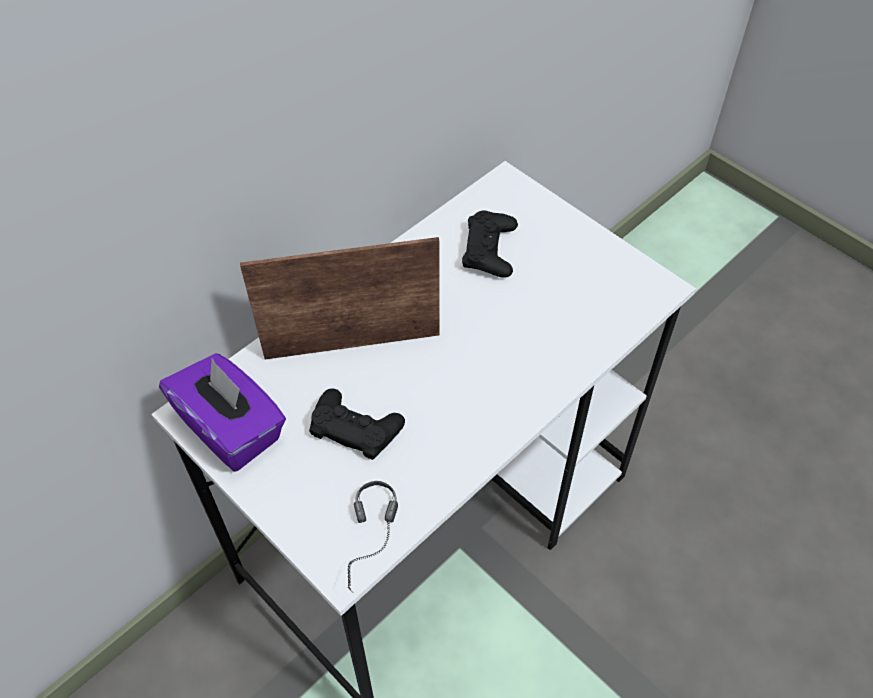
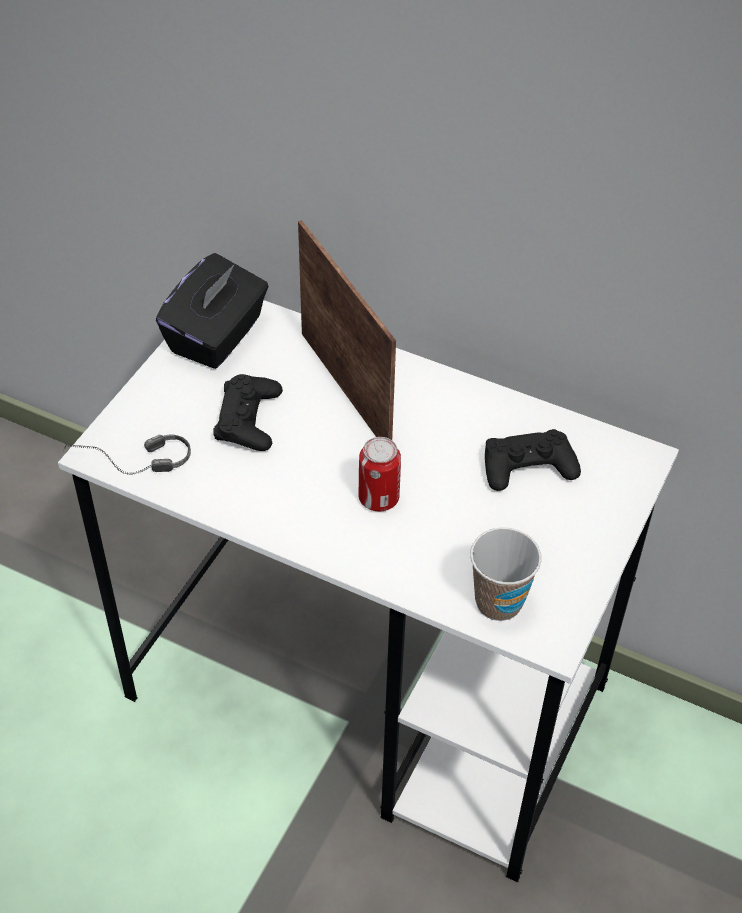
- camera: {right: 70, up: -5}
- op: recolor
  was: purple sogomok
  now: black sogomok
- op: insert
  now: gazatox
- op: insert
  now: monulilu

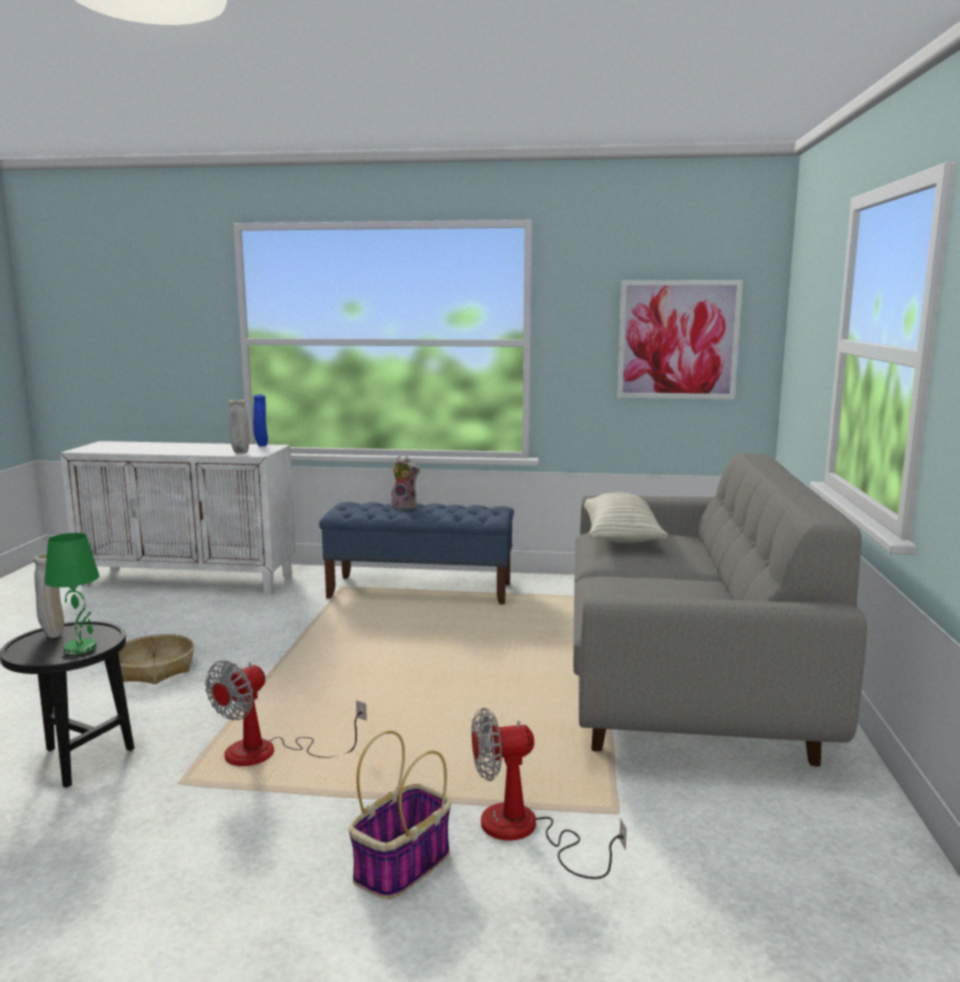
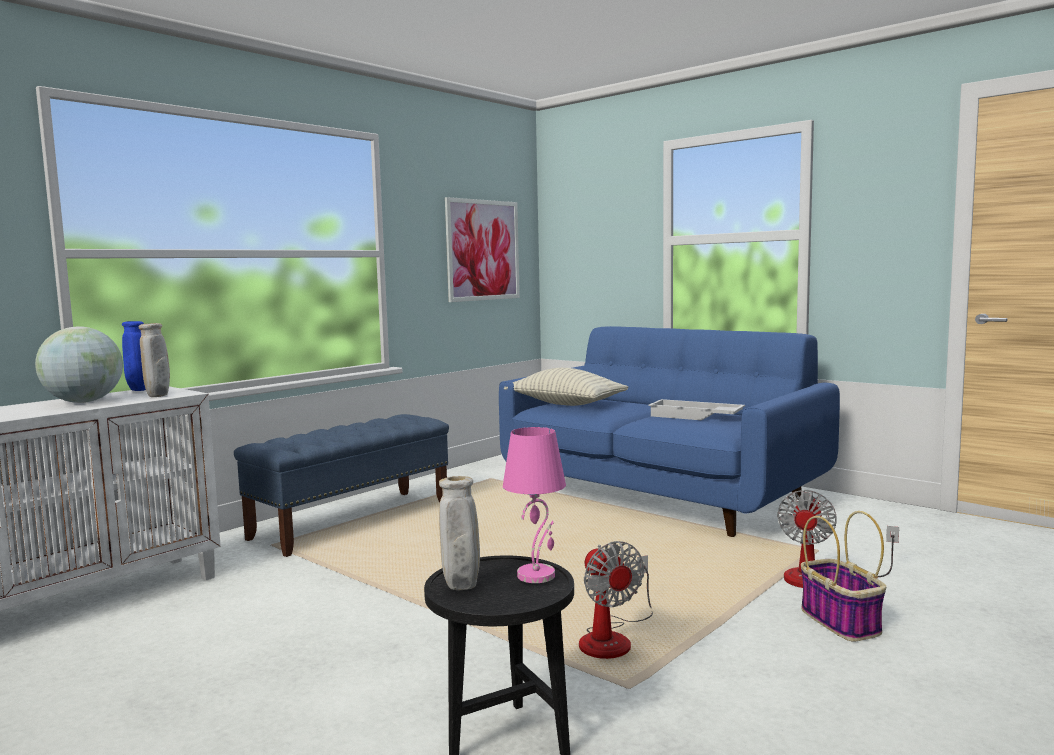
- camera: {right: -55, up: -5}
- op: insert
  now: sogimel
- op: recolor
  was: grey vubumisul
  now: blue vubumisul
- op: recolor
  was: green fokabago
  now: pink fokabago
- op: insert
  now: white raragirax
- op: delete
  was: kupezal (1st from left)
- op: delete
  was: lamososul

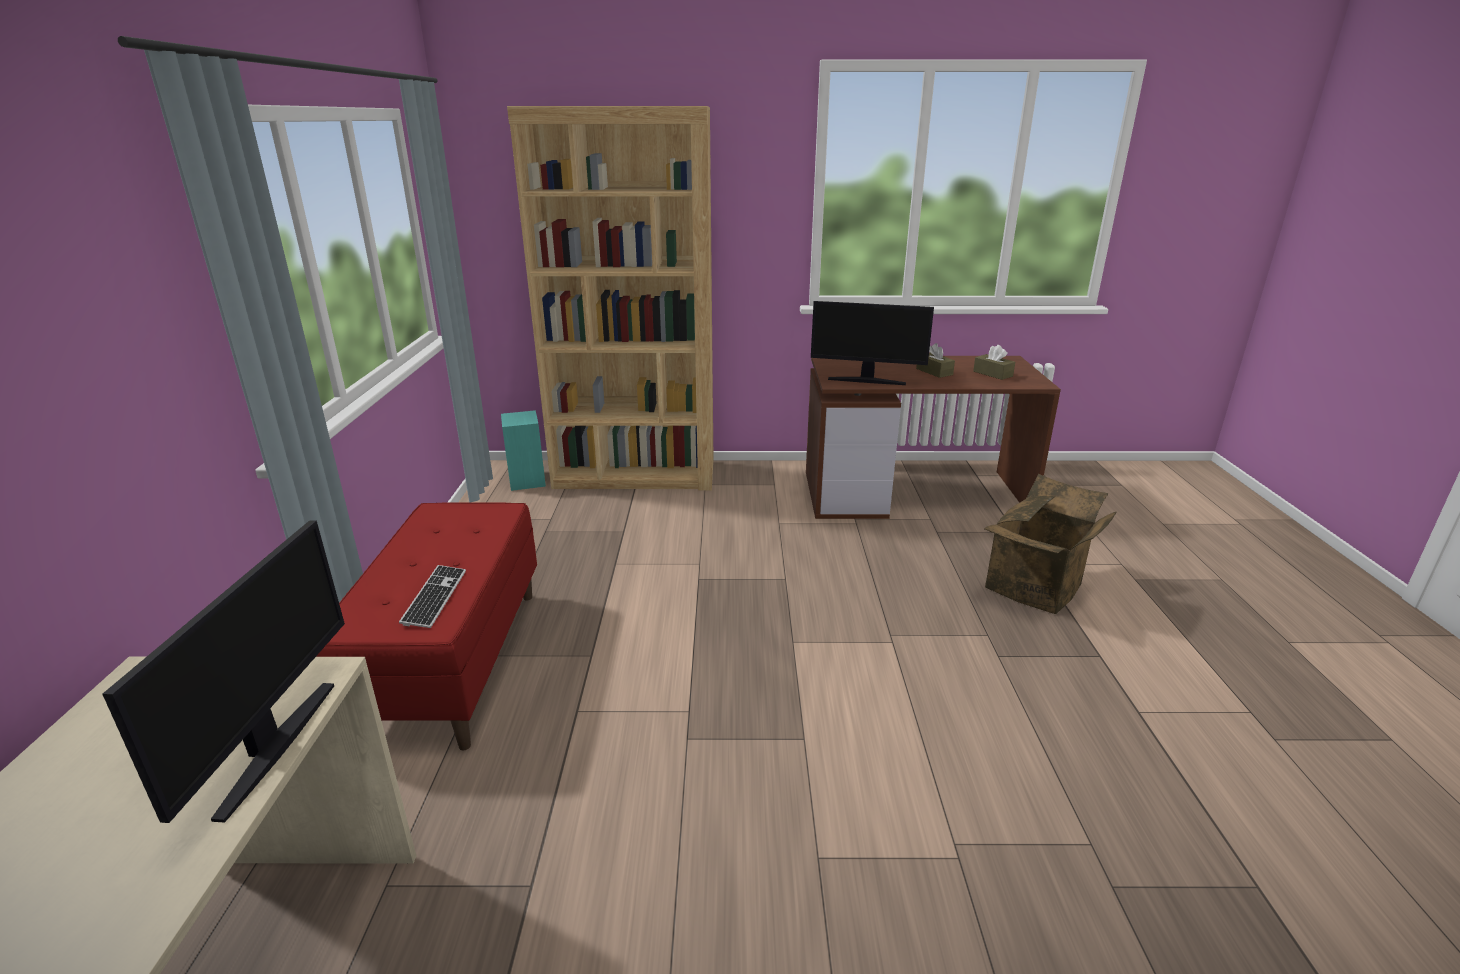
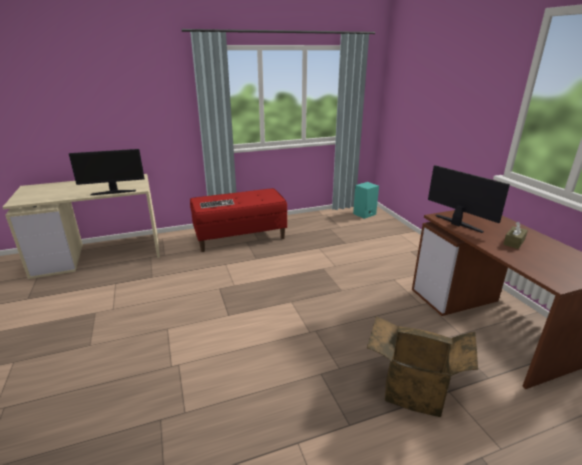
- camera: {right: 70, up: 0}
- op: rotate
  was: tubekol (2nd from left)
  clockwise: 150
- op: delete
  was: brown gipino
- op: delete
  was: brown sogomok (2nd from left)

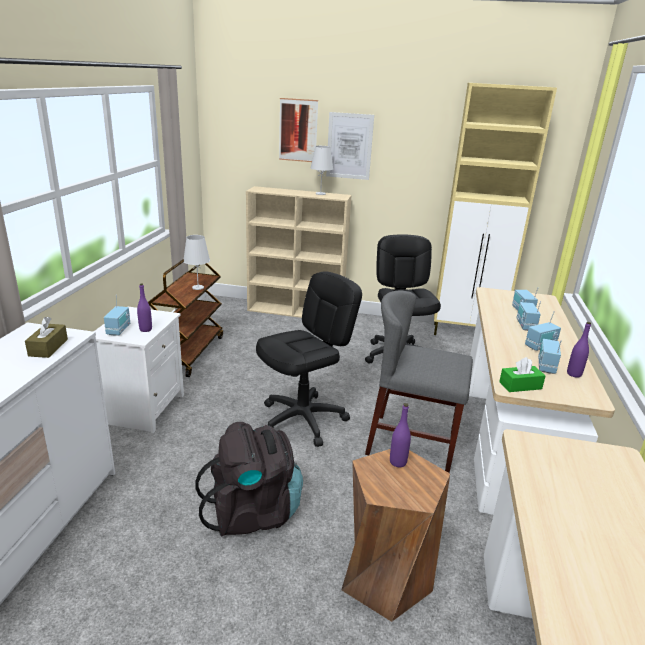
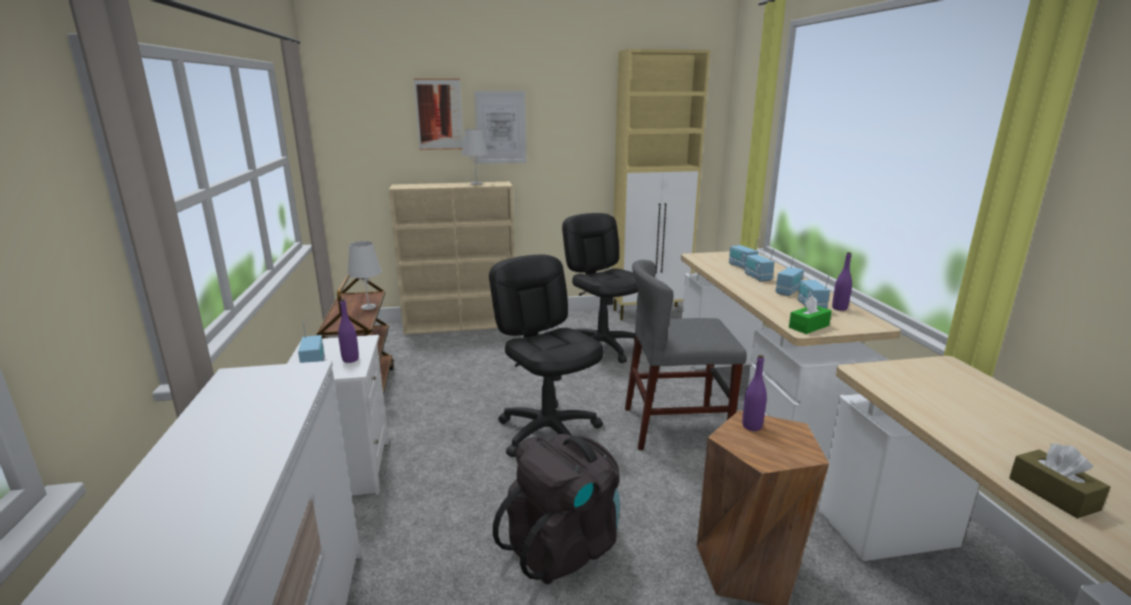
- camera: {right: -20, up: -5}
- op: rotate
  was: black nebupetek (1st from left)
  clockwise: -60
- op: move
  was: brown sogomok

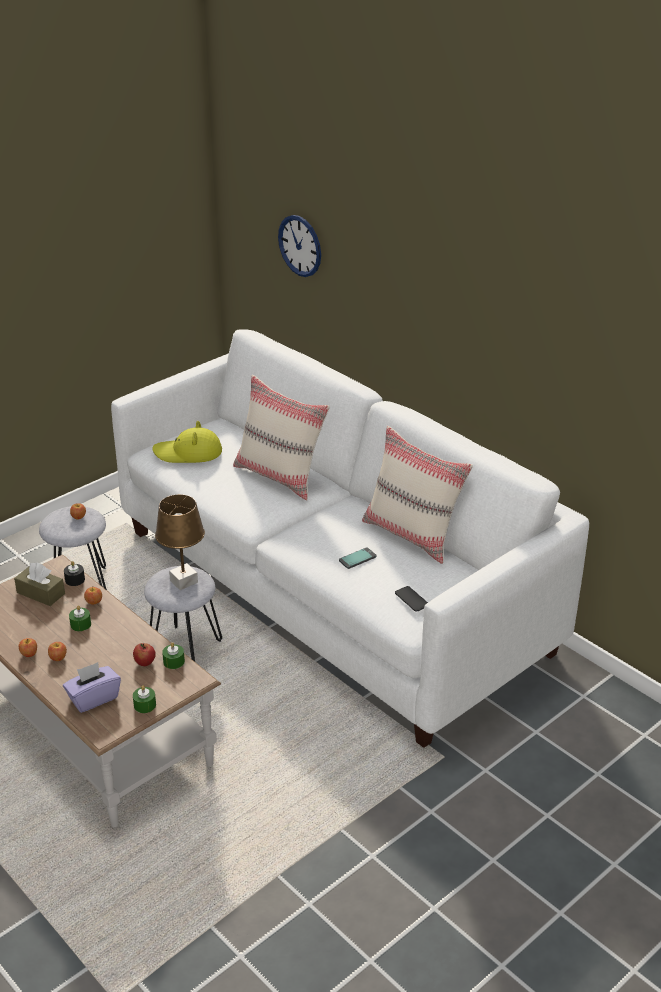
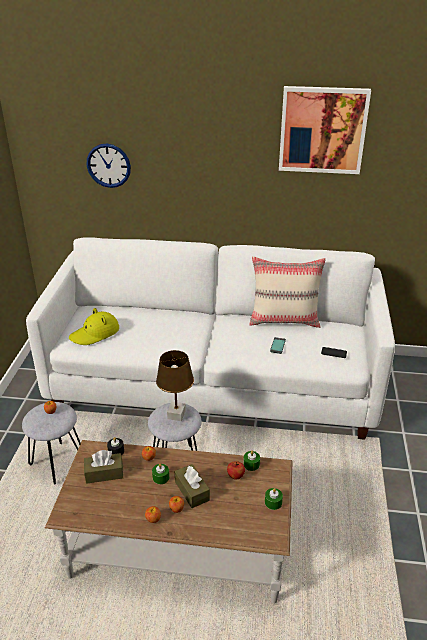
- camera: {right: -40, up: 0}
- op: insert
  now: brown sogomok (2nd from left)
- op: insert
  now: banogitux
- op: delete
  was: purple sogomok
- op: delete
  was: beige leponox (1st from left)

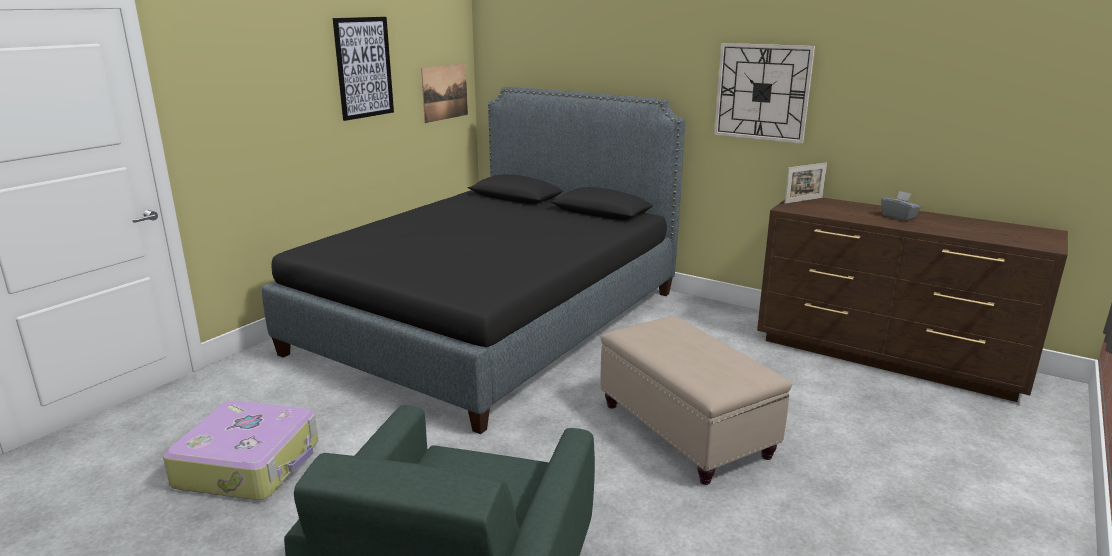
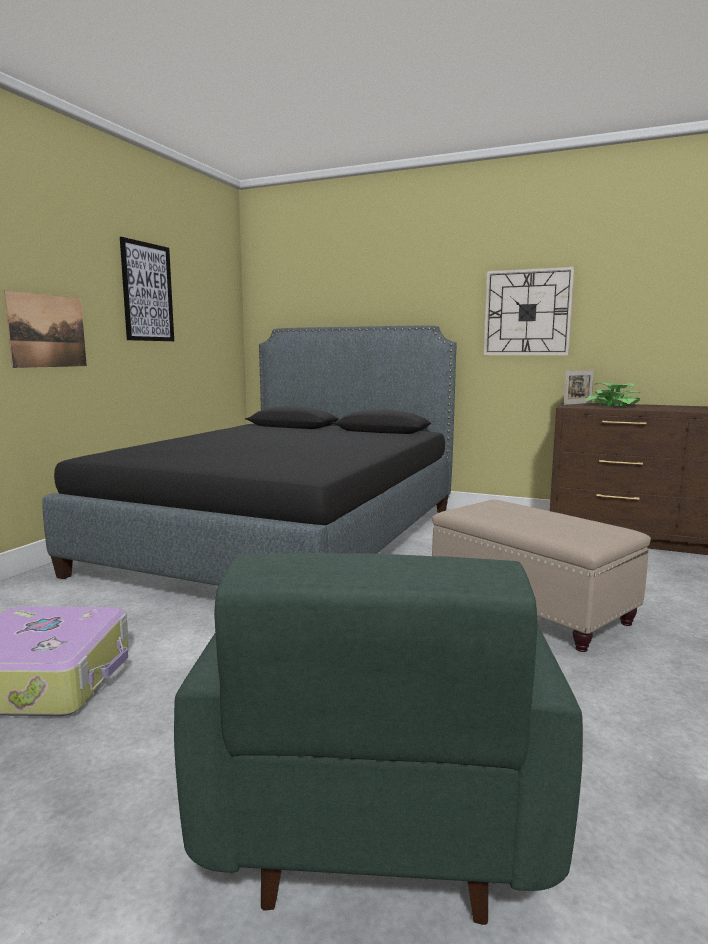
- camera: {right: -10, up: -10}
- op: move
  was: banogitux (2nd from left in the first image)
  now: banogitux (1st from left)
- op: insert
  now: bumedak
- op: delete
  was: grey sogomok

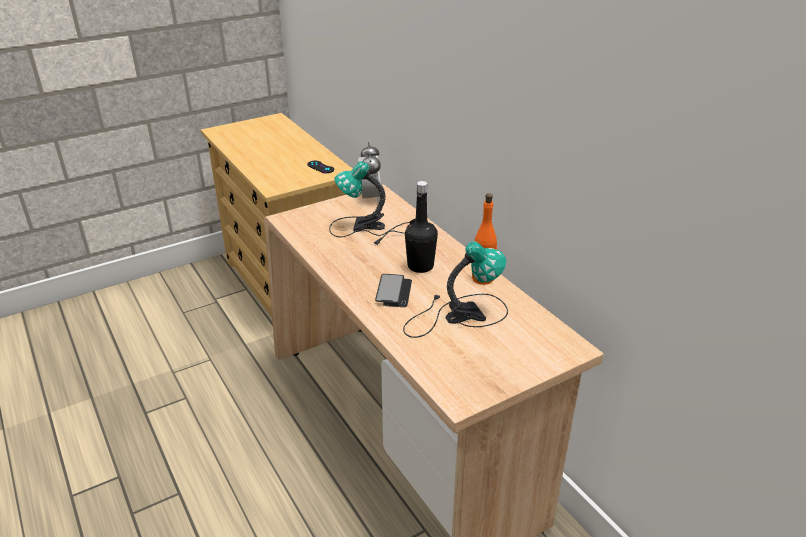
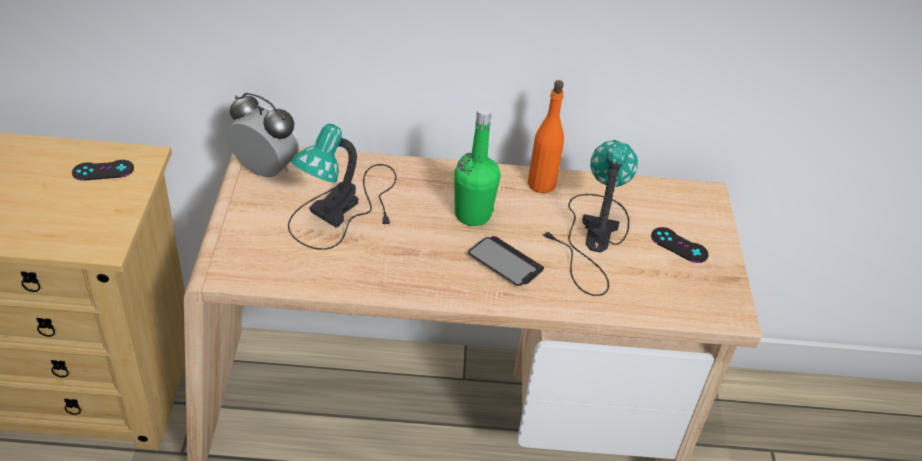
- camera: {right: -60, up: 10}
- op: recolor
  was: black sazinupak
  now: green sazinupak
- op: insert
  now: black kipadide (2nd from left)

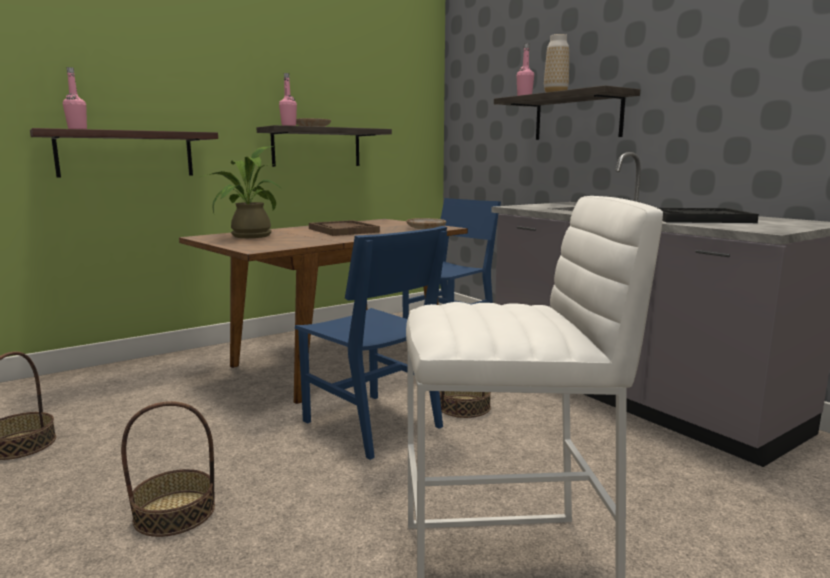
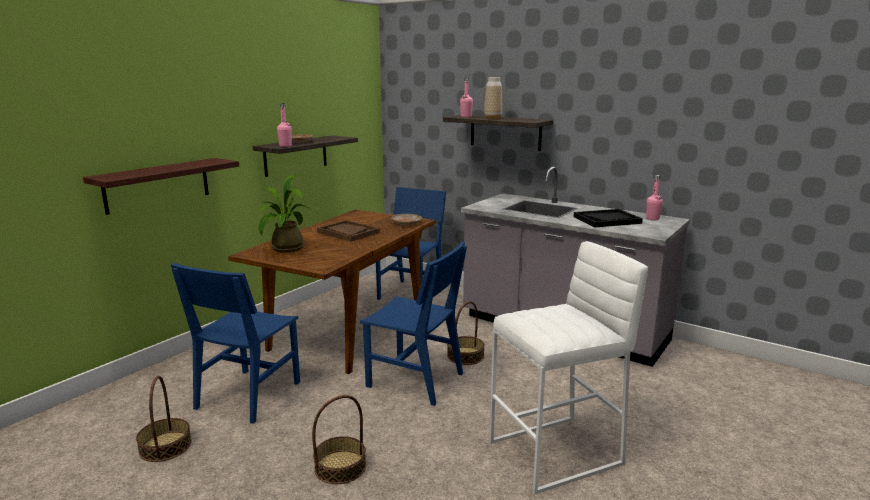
- camera: {right: -20, up: 5}
- op: insert
  now: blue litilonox (1st from left)
- op: move
  was: pink sazinupak (1st from left in the first image)
  now: pink sazinupak (3rd from left)

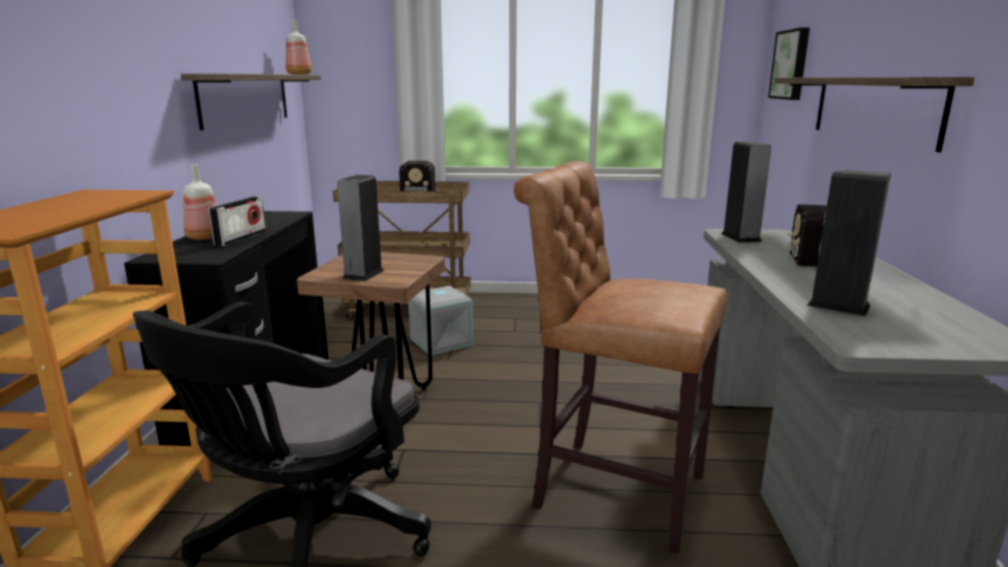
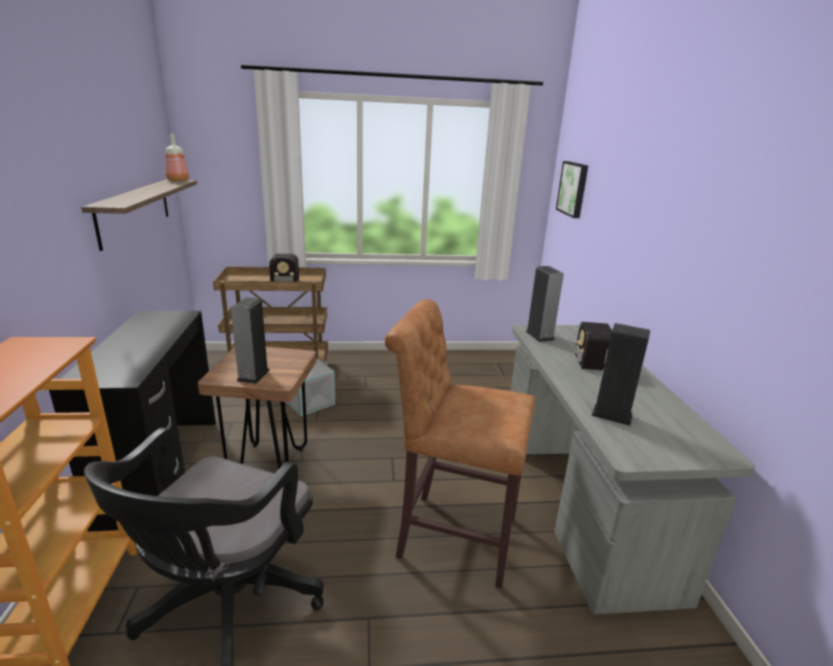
- camera: {right: -10, up: 5}
- op: delete
  was: sazinupak (1st from left)
- op: delete
  was: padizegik (1st from left)
- op: delete
  was: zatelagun (2nd from left)

